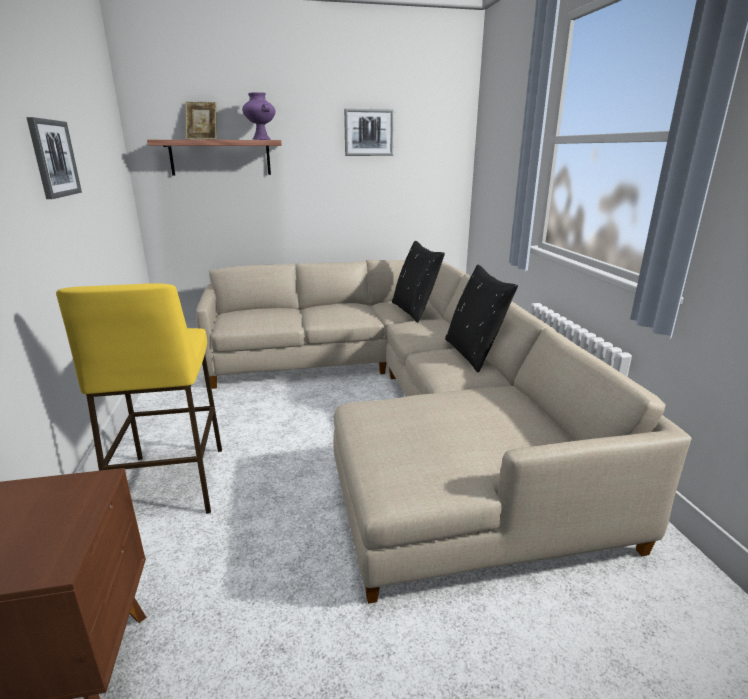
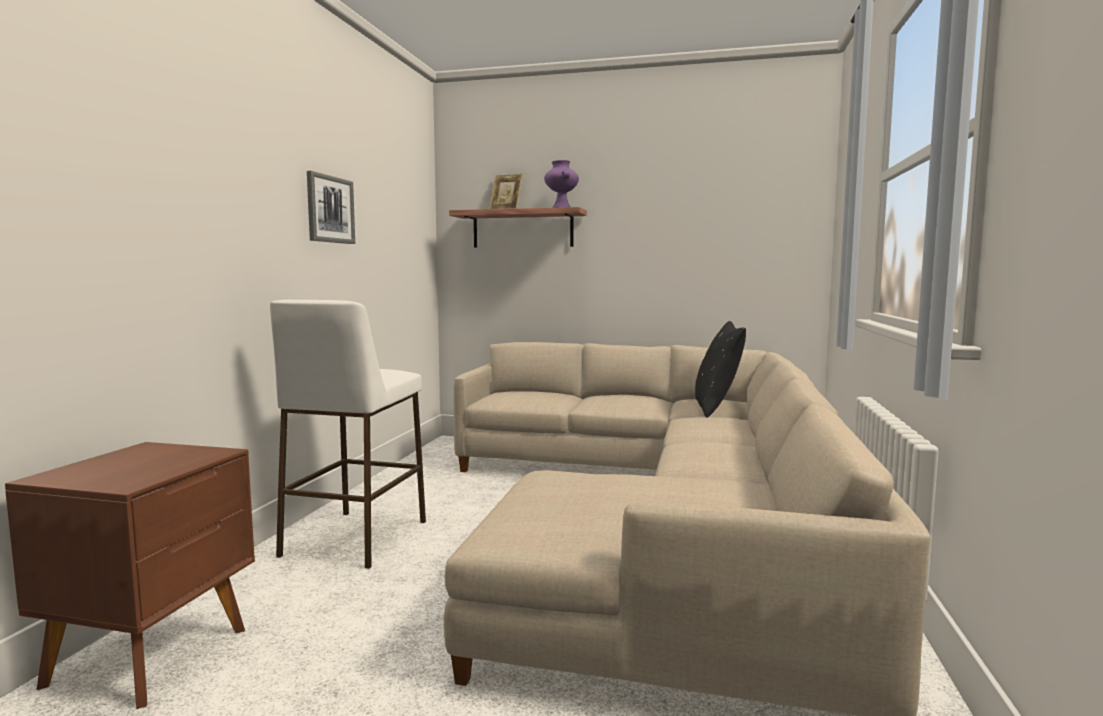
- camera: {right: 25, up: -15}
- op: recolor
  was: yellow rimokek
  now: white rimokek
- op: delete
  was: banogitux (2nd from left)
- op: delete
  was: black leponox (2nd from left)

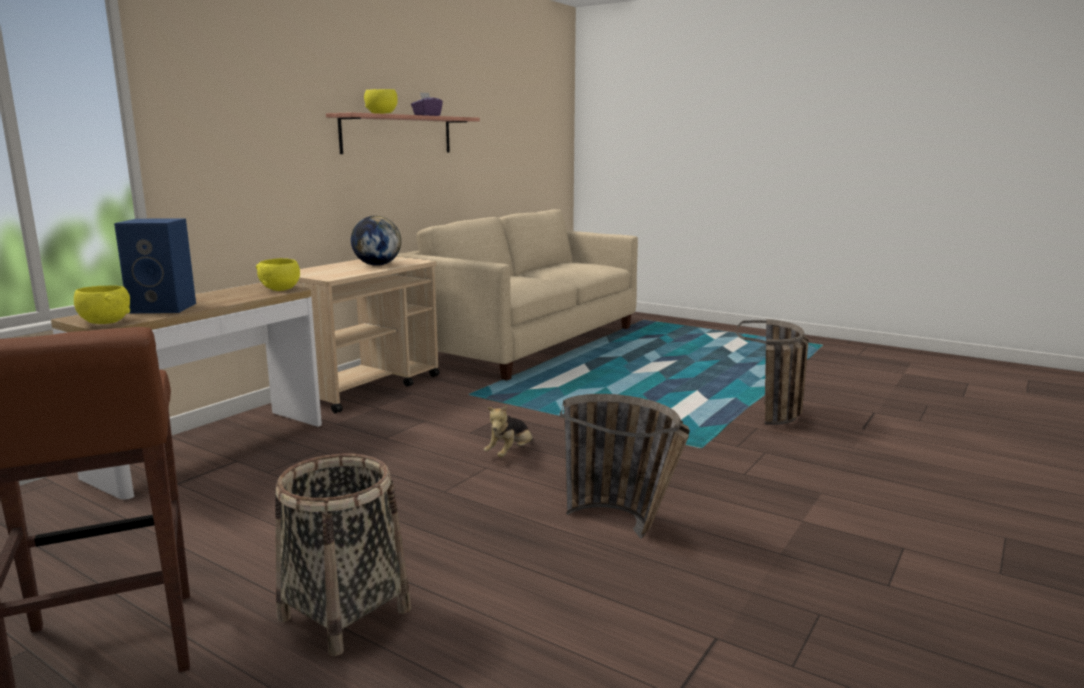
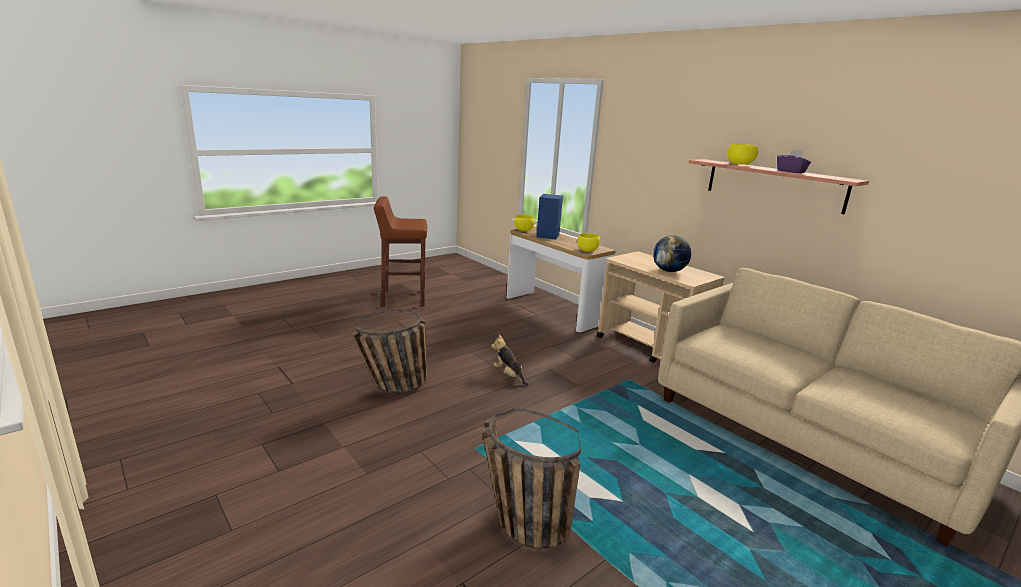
- camera: {right: 105, up: 5}
- op: delete
  was: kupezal (1st from left)

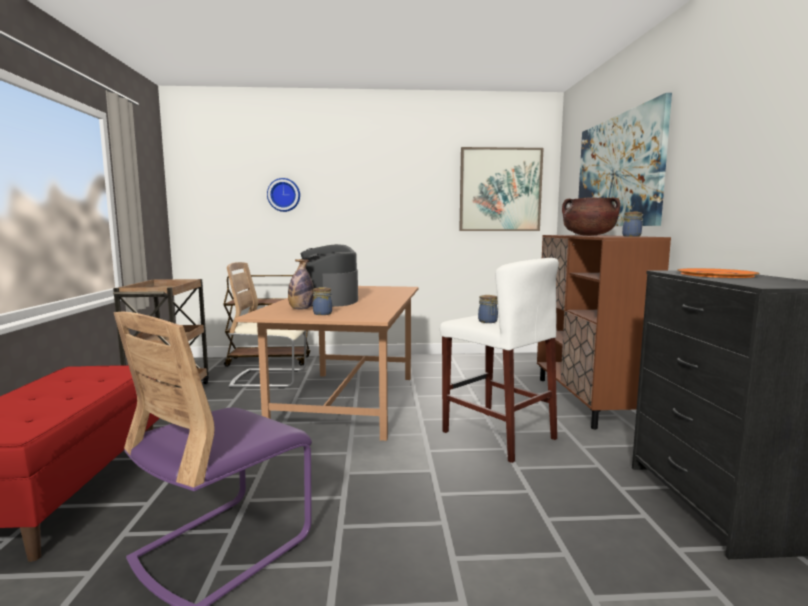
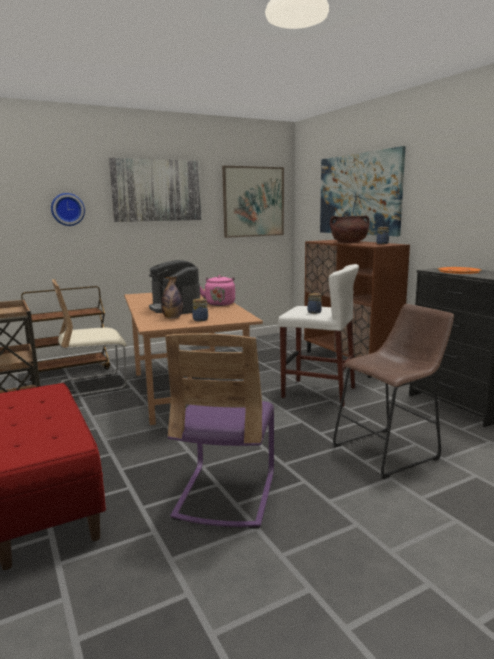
- camera: {right: -25, up: 5}
- op: insert
  now: banogitux (1st from left)
- op: insert
  now: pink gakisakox
- op: insert
  now: brown rimokek

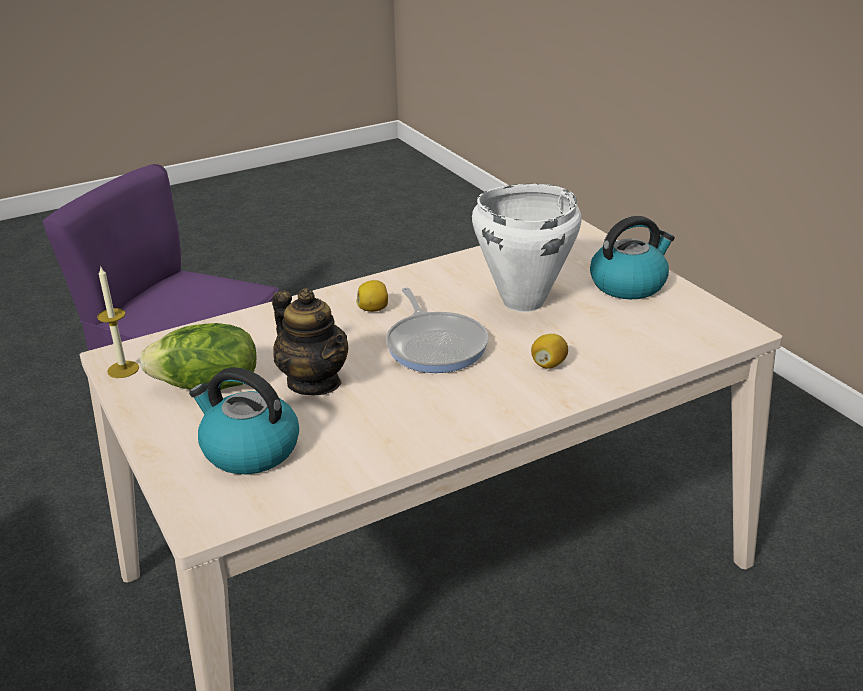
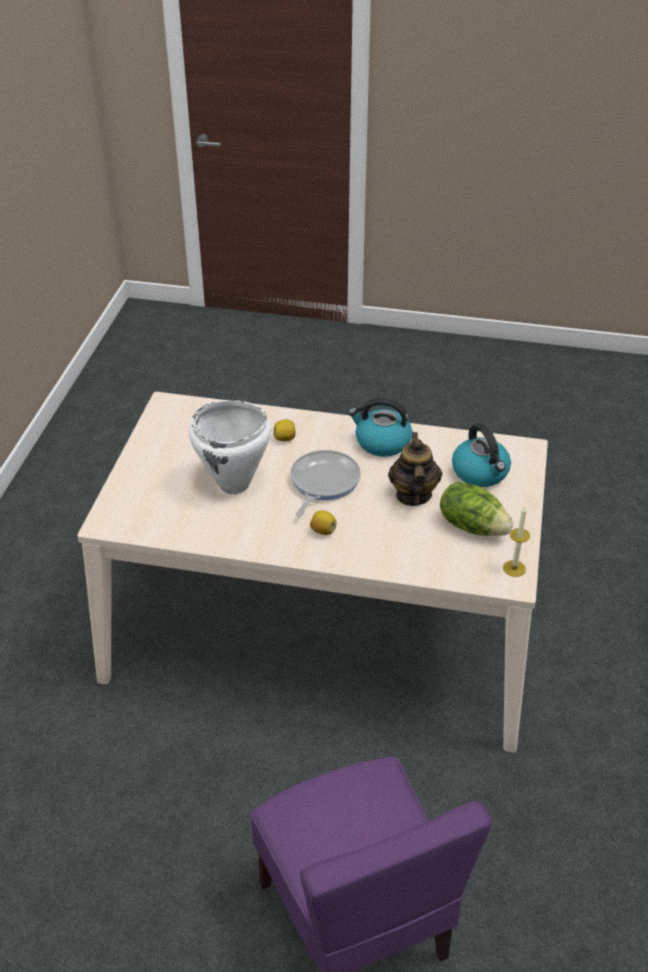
- camera: {right: -140, up: 10}
- op: move
  was: gakisakox (2nd from left in the first image)
  now: gakisakox (1st from left)

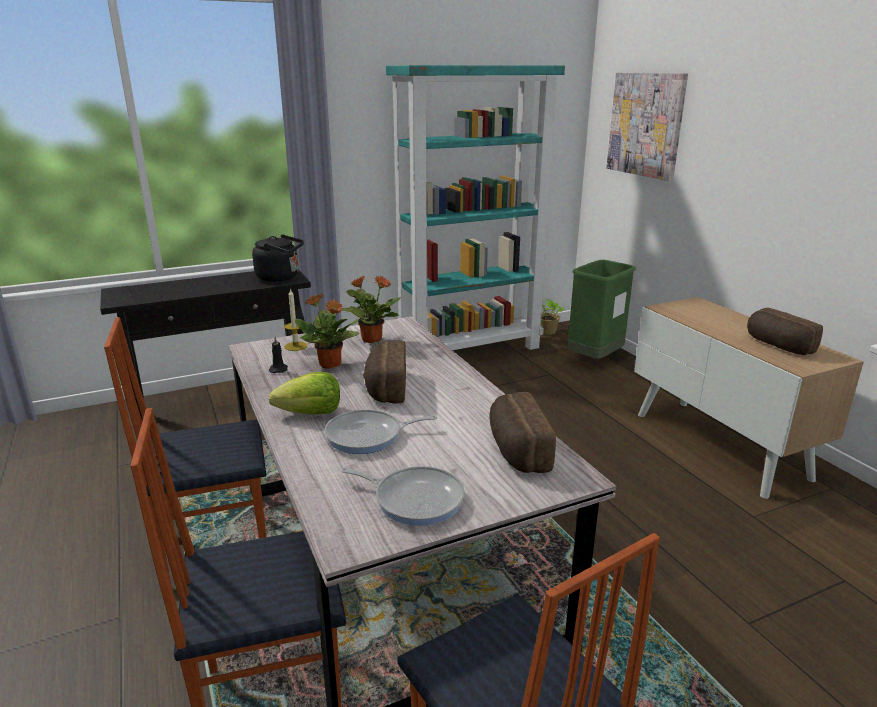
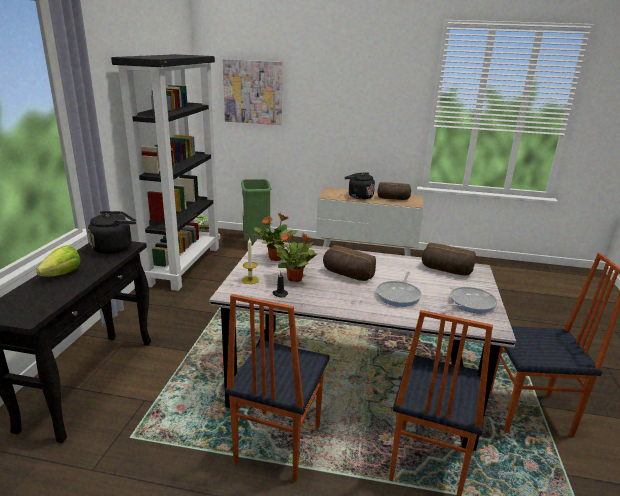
- camera: {right: -55, up: 0}
- op: move
  was: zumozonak
- op: recolor
  was: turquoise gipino
  now: black gipino
- op: insert
  now: black gakisakox (2nd from left)

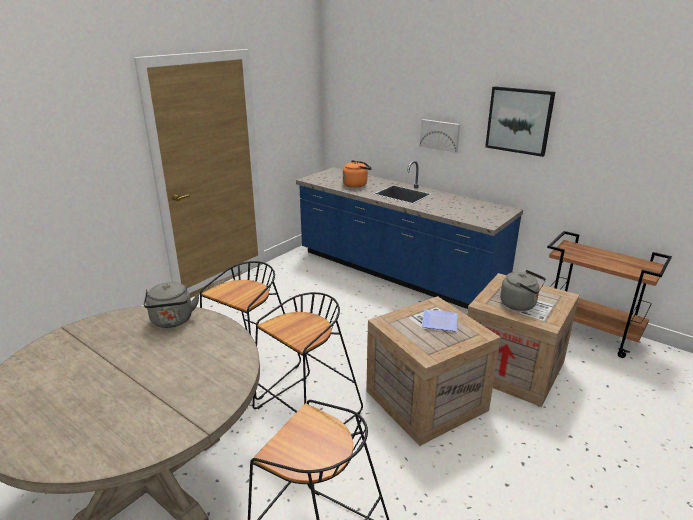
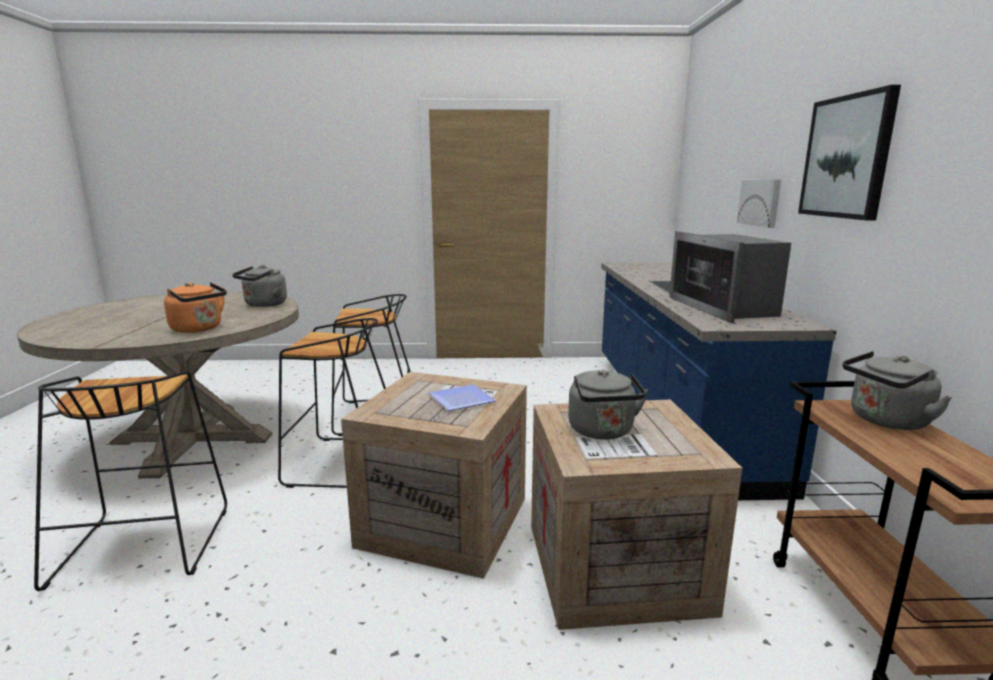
- camera: {right: 50, up: -10}
- op: move
  was: orange gakisakox
- op: insert
  now: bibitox
- op: insert
  now: grey gakisakox (3rd from left)

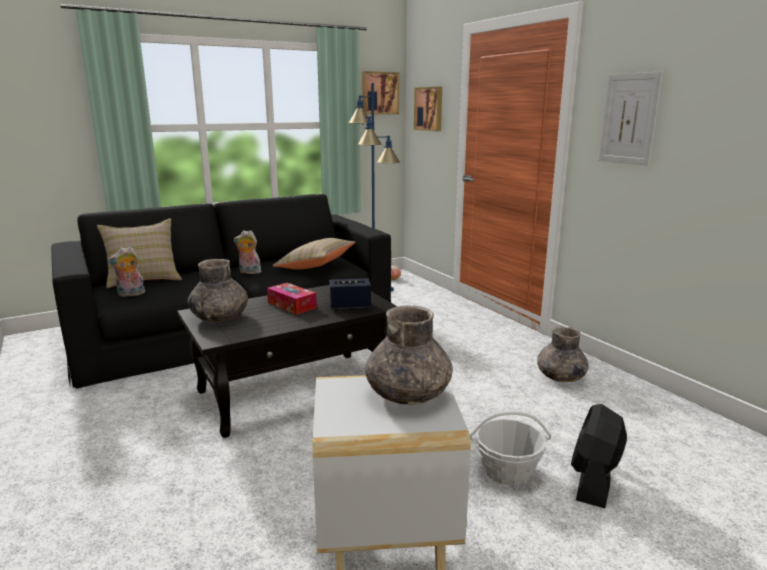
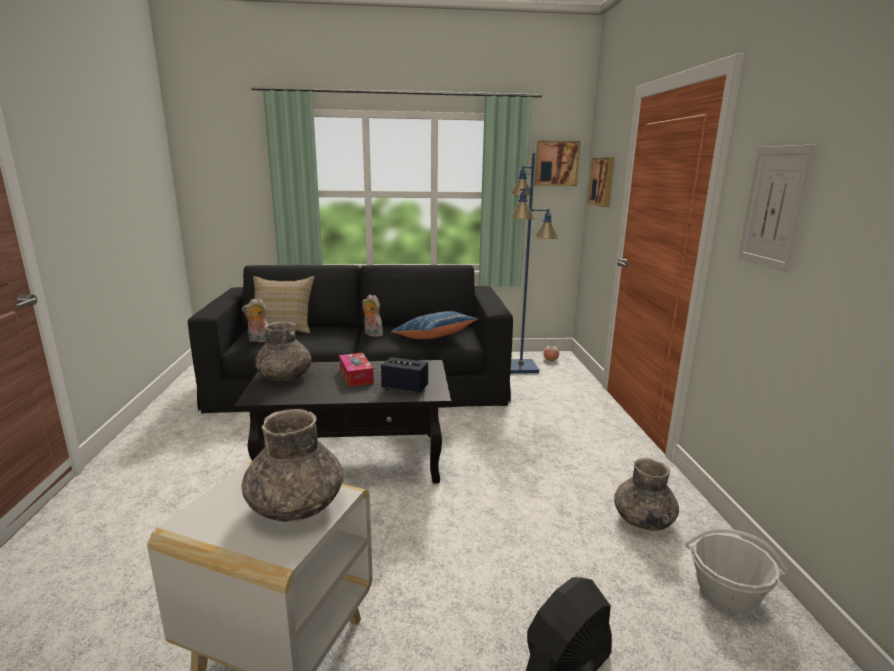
- camera: {right: 25, up: 0}
- op: recolor
  was: beige leponox (2nd from left)
  now: blue leponox
- op: move
  was: kupezal

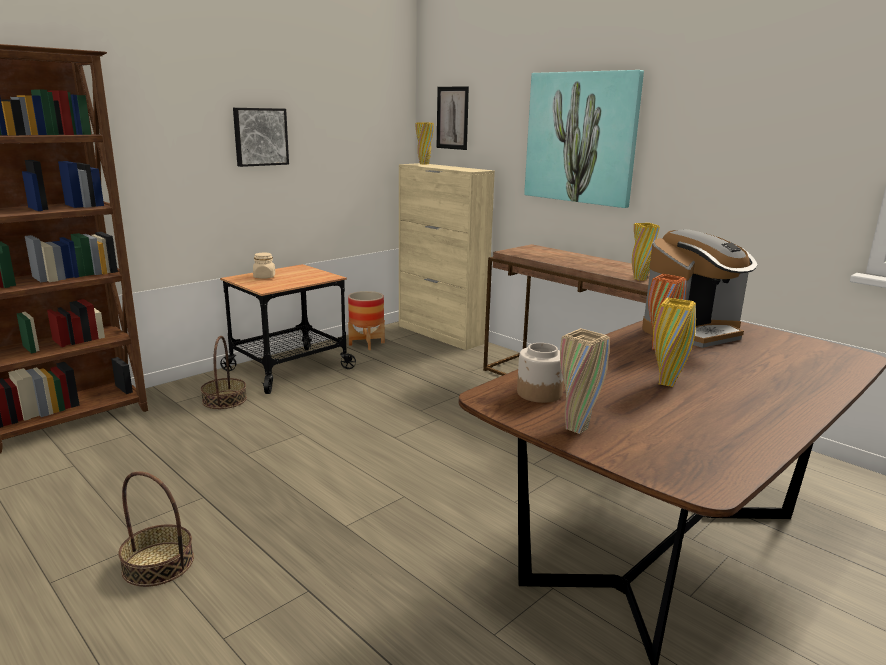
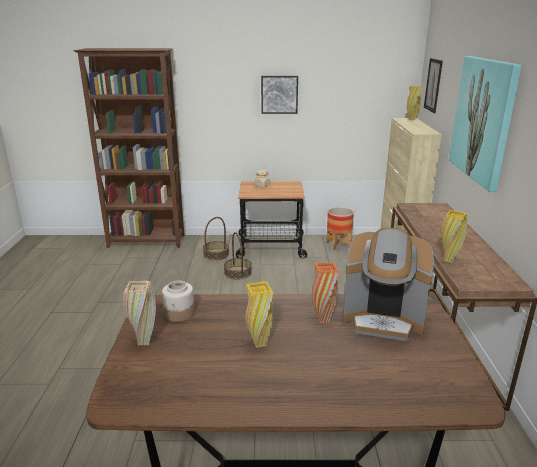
- camera: {right: 45, up: 5}
- op: move
  was: kupezal (1st from left in the first image)
  now: kupezal (2nd from left)

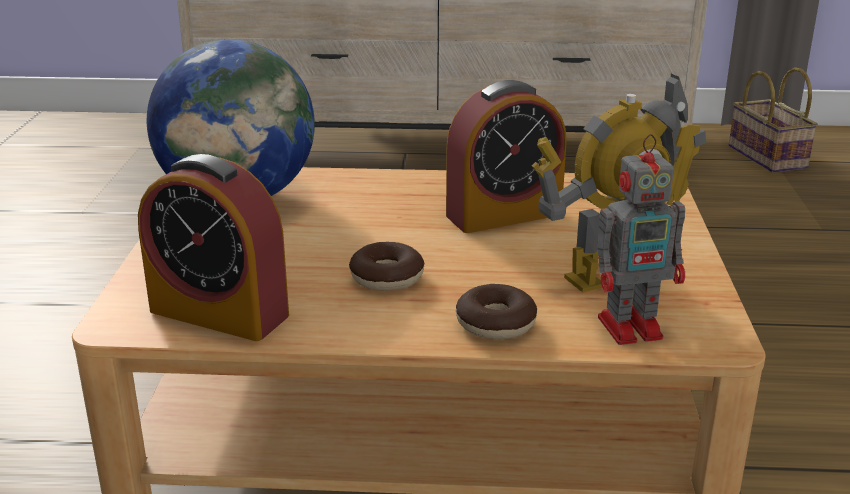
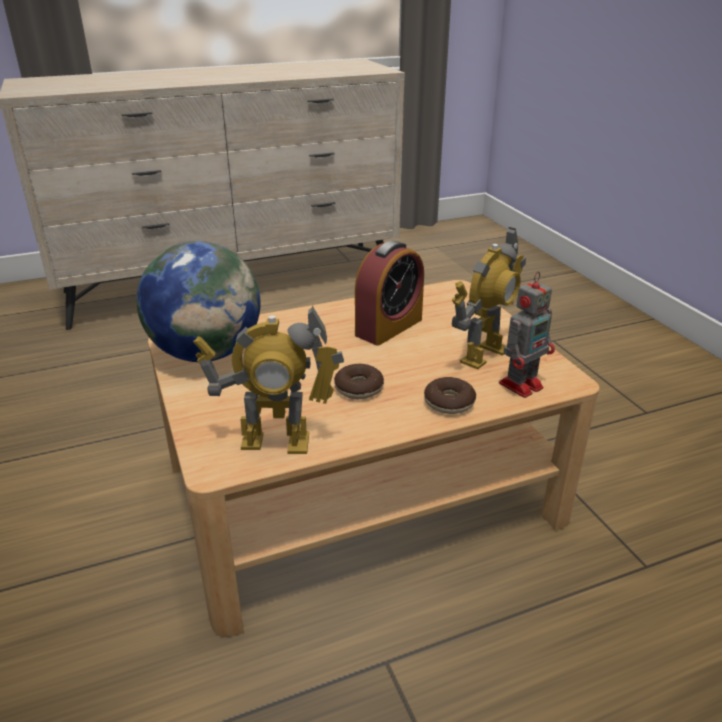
- camera: {right: -25, up: 5}
- op: replace
  was: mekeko (1st from left)
  now: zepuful (1st from left)
- op: delete
  was: kupezal

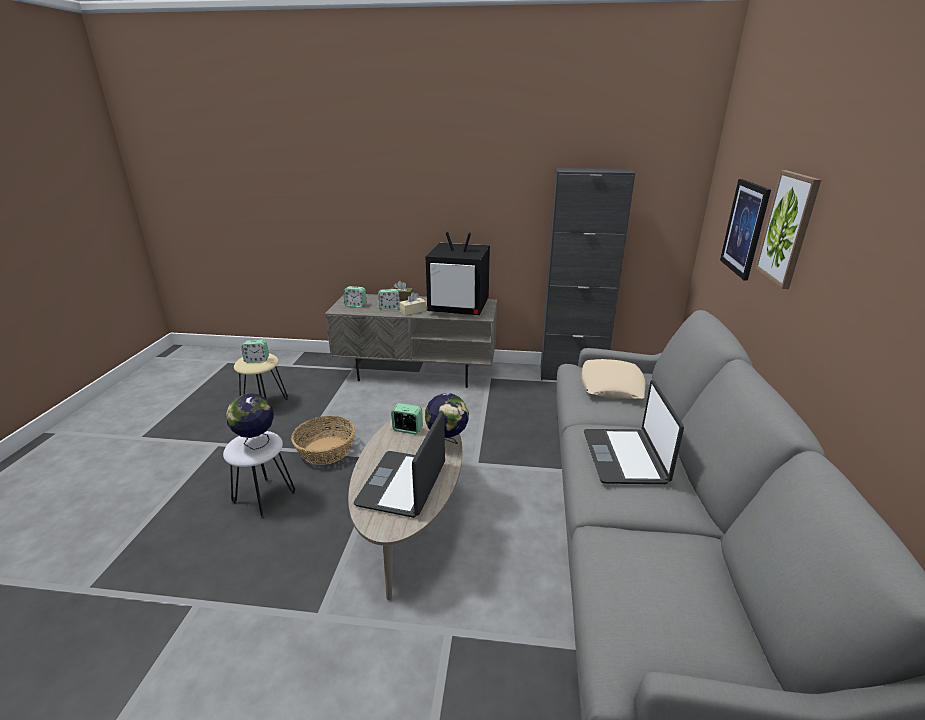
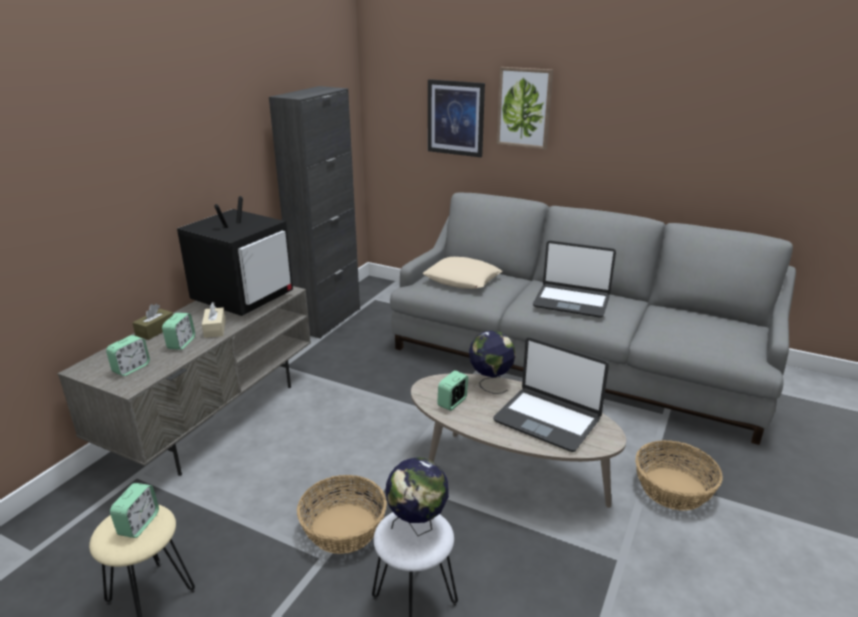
- camera: {right: -70, up: 0}
- op: insert
  now: kupezal (2nd from left)

